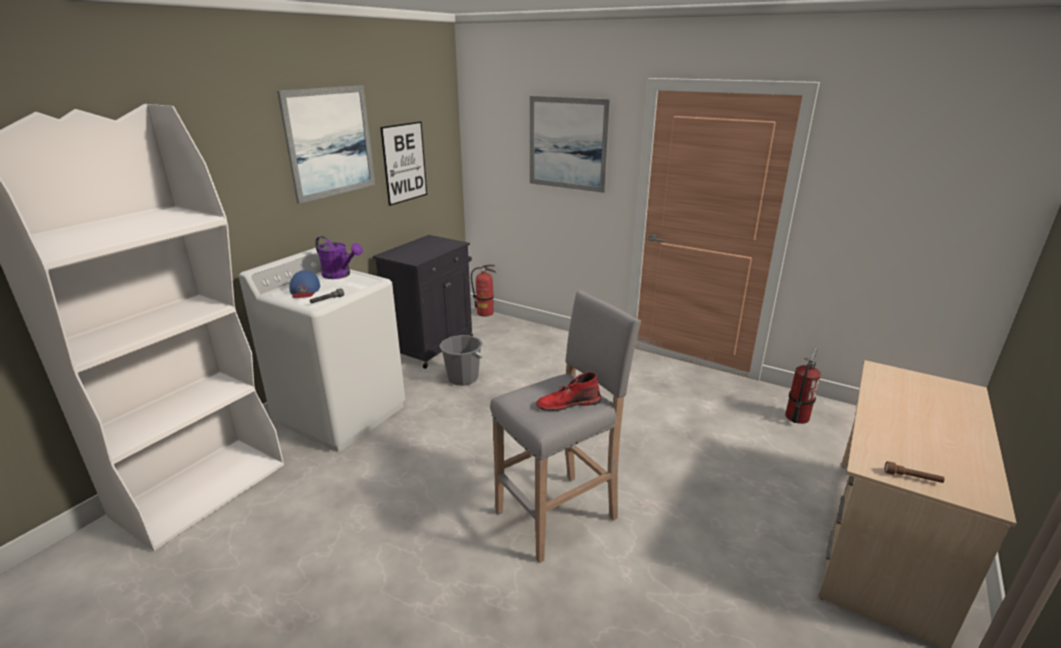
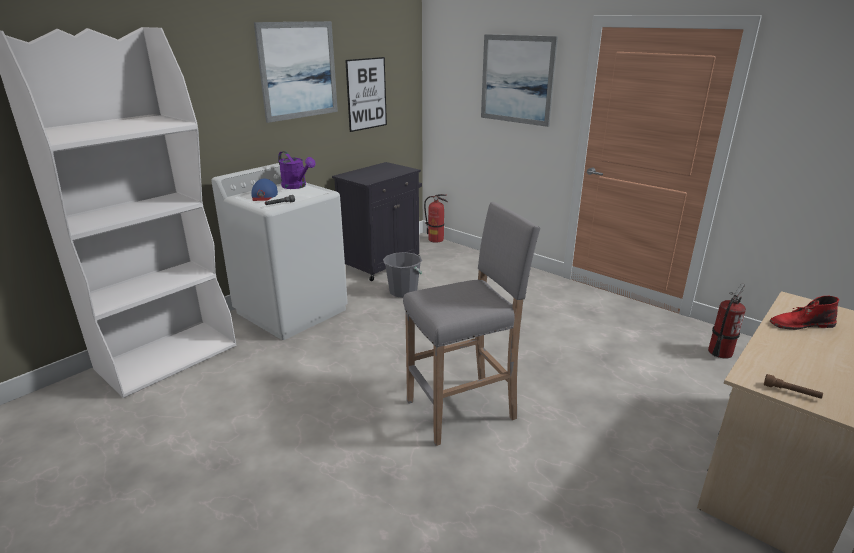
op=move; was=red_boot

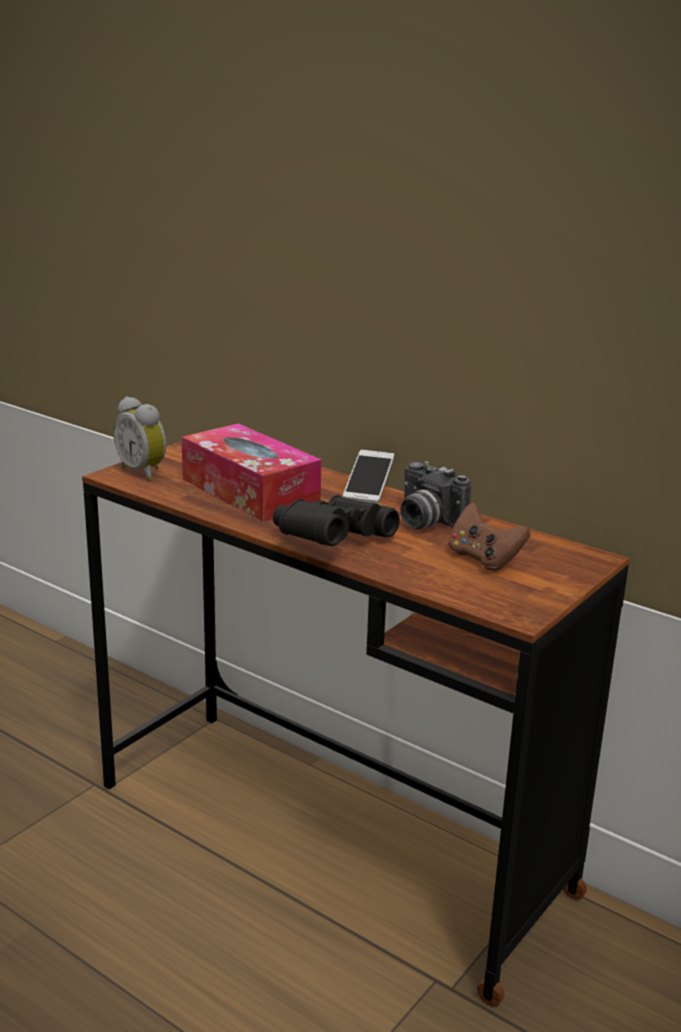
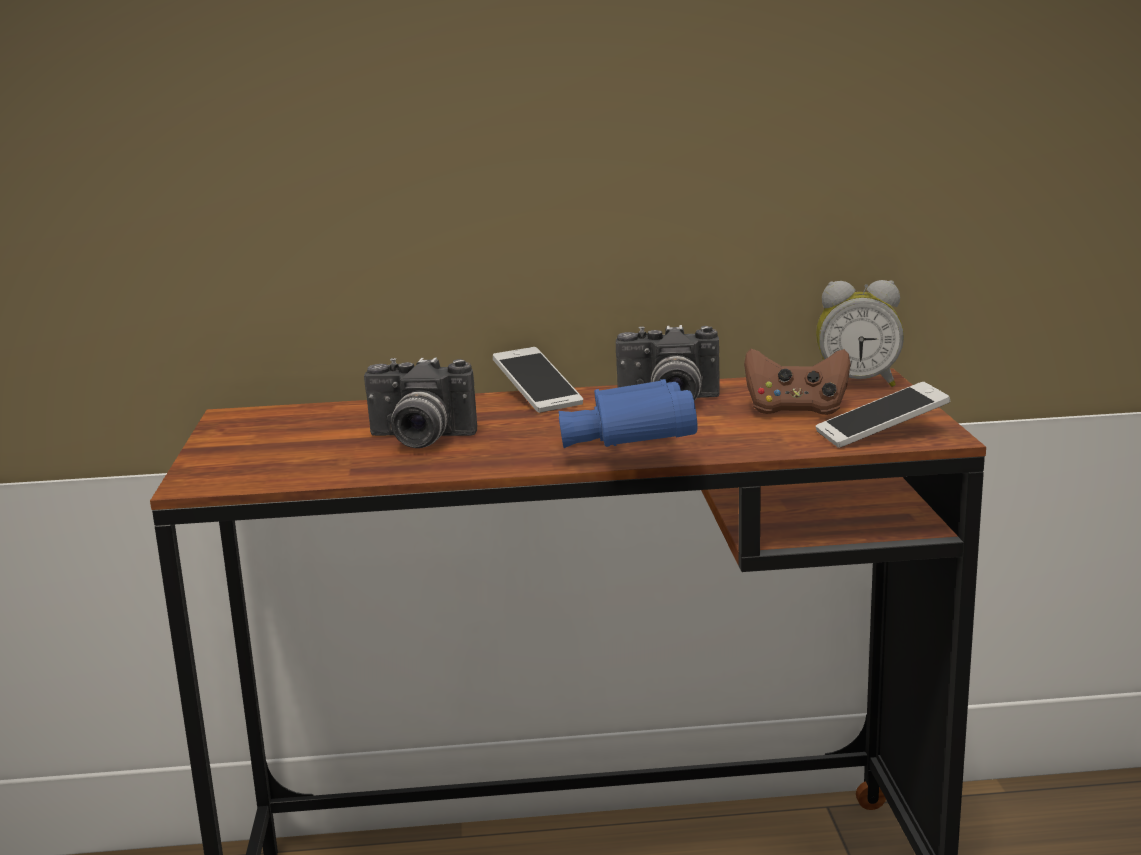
op=move; was=alarm_clock
op=replace; was=tissue_box; now=photo_camera (1st from left)
op=recolor; was=black_binoculars; now=blue_binoculars
op=insert; now=phone (2nd from left)

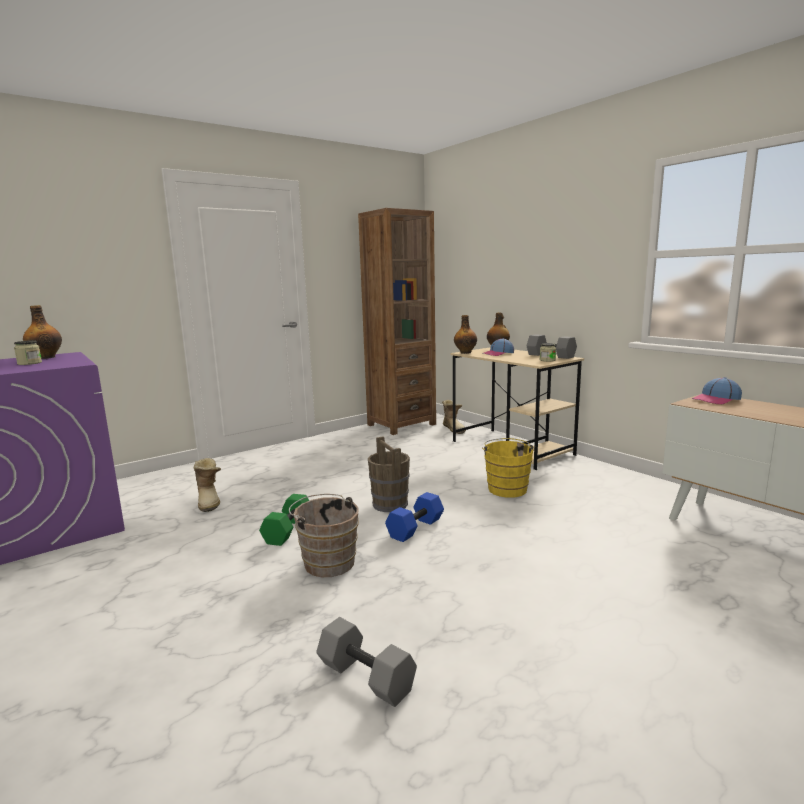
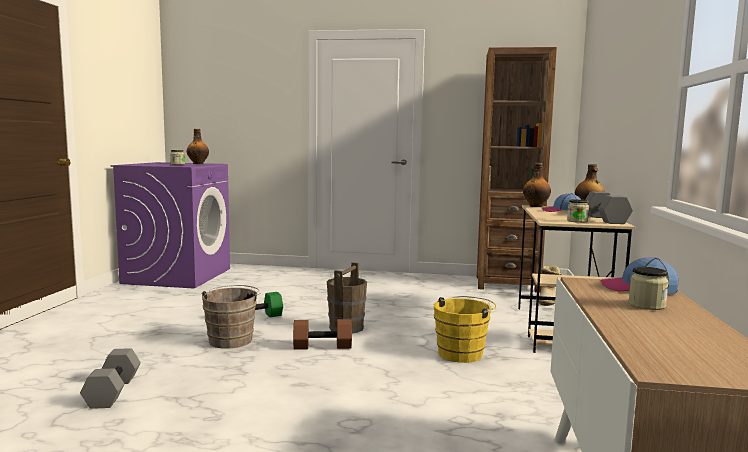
op=delete; was=boot (1st from left)
op=recolor; was=blue_dumbbell; now=brown_dumbbell
op=insert; now=jar (3rd from left)

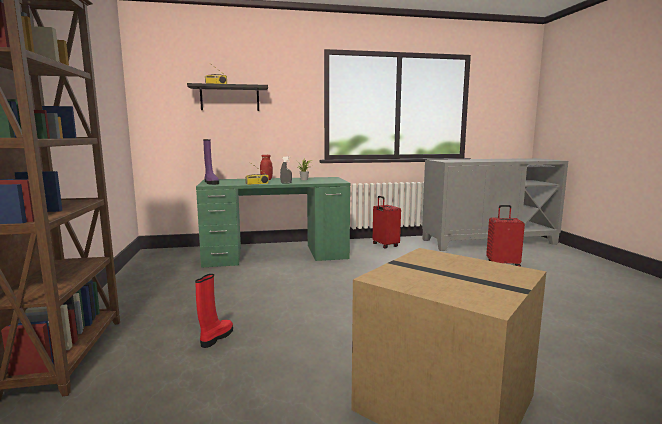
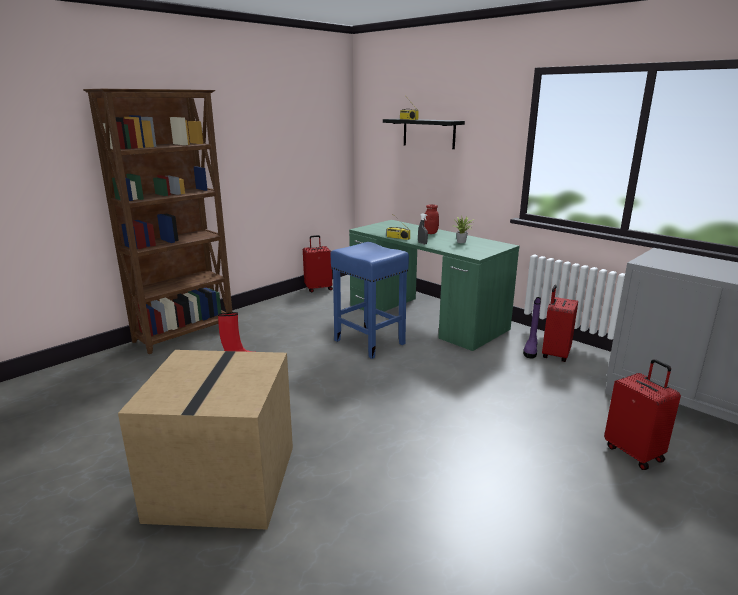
op=move; was=purple_boot
op=insert; now=red_suitcase (1st from left)
op=insert; now=blue_stool

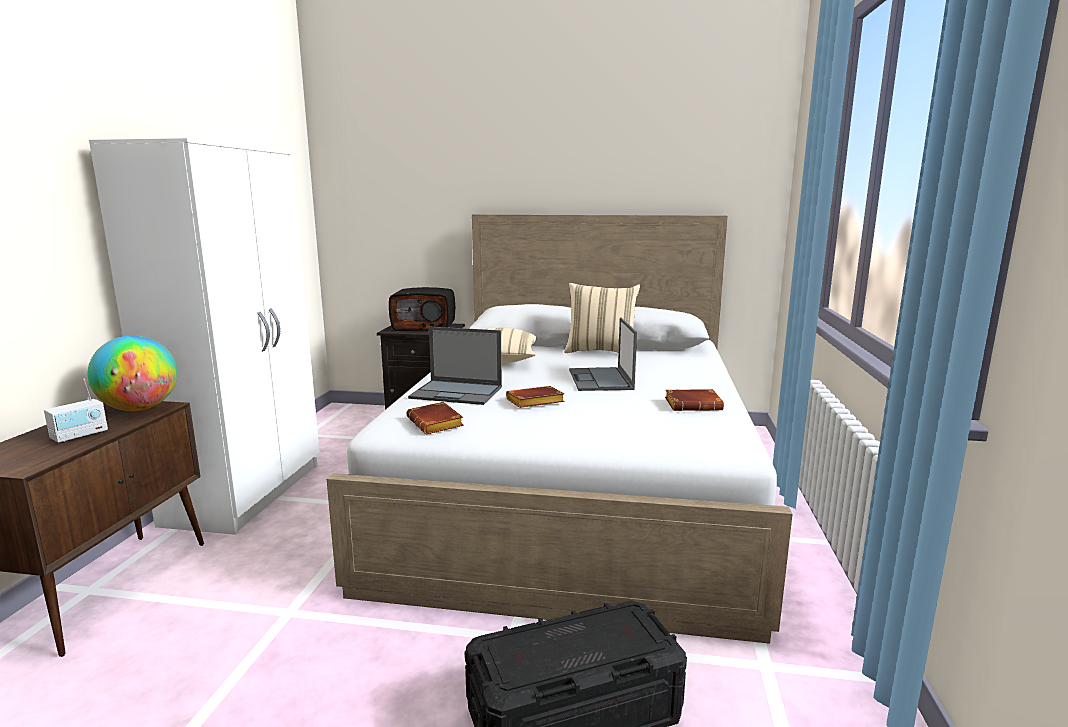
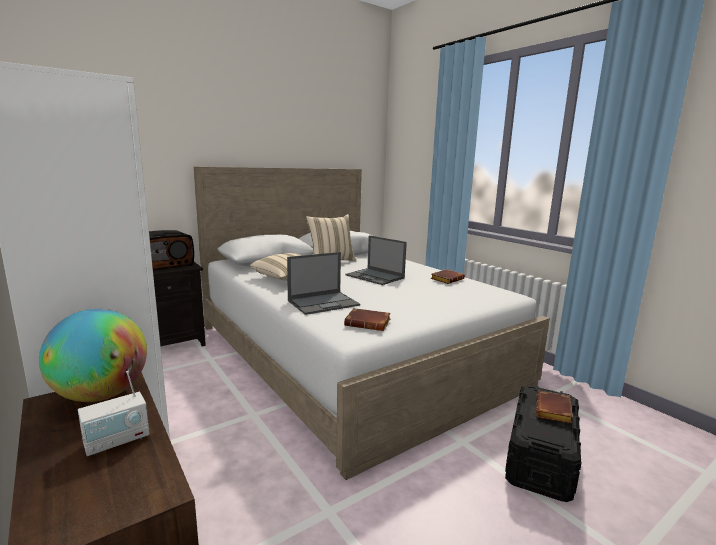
op=rotate; was=radio (1st from left); clockwise=60
op=move; was=brown_book (2nd from left in the first image); now=brown_book (3rd from left)

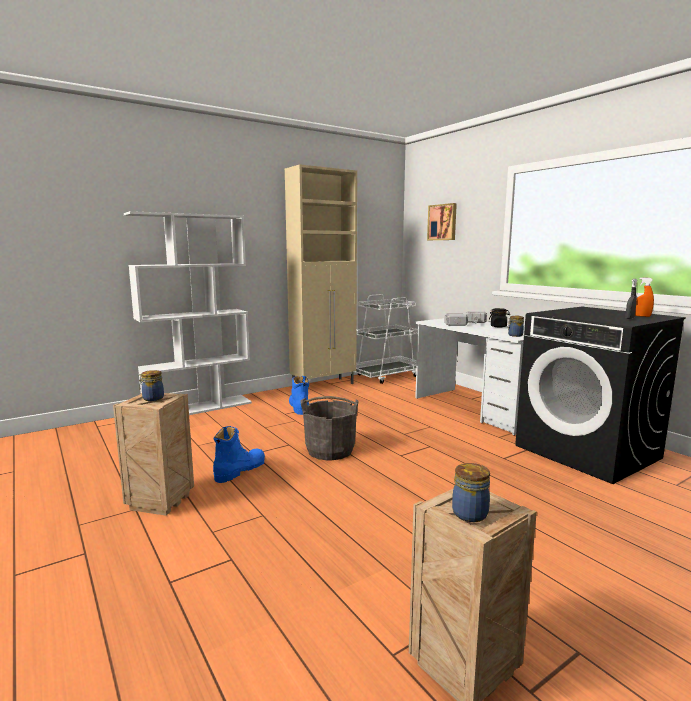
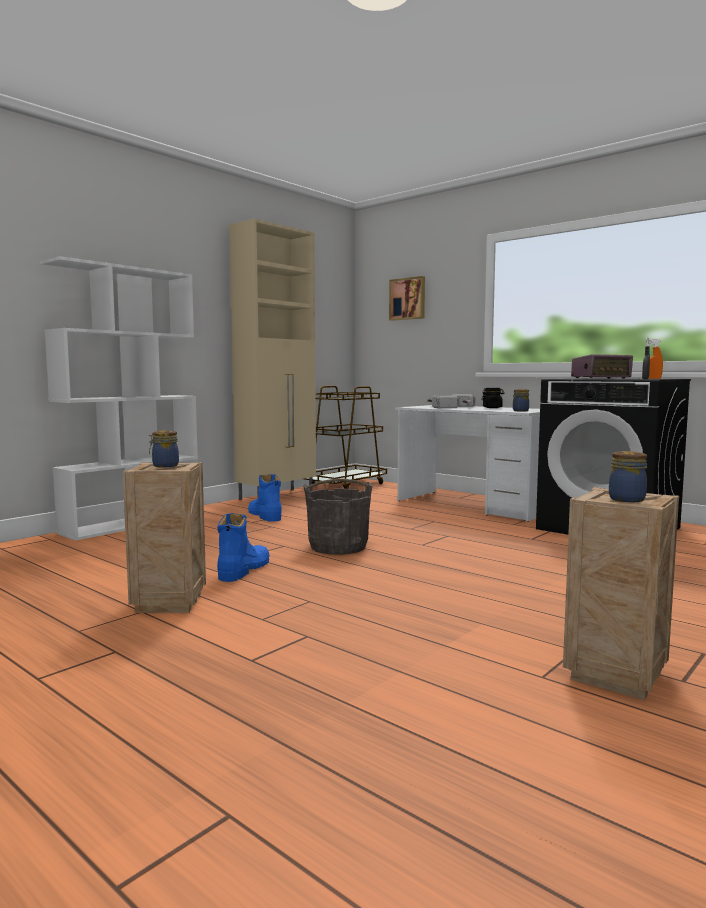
op=recolor; was=white_cart; now=brown_cart
op=insert; now=radio

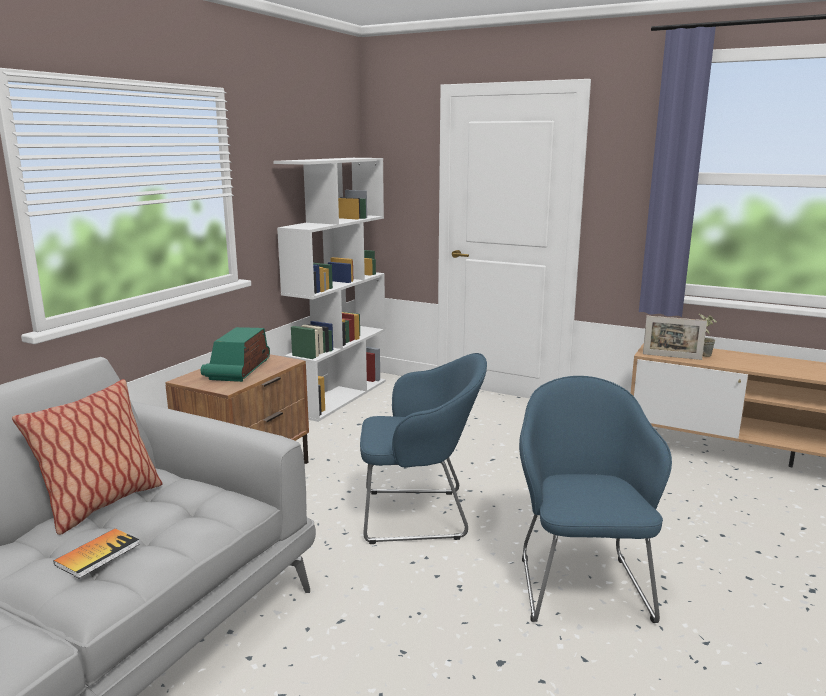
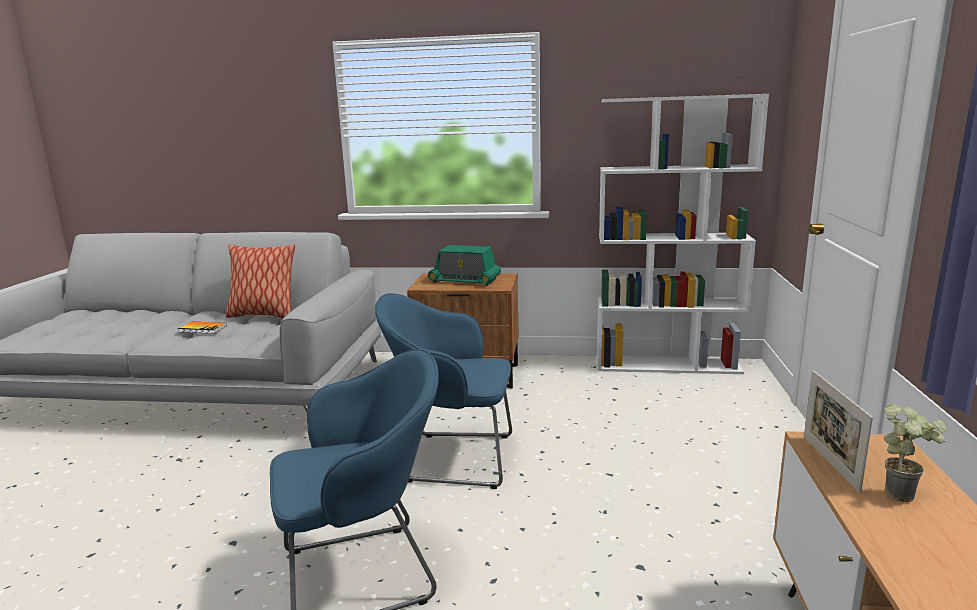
op=rotate; was=radio; clockwise=-150
op=rotate; was=blue_armchair (1st from left in the first image); clockwise=120

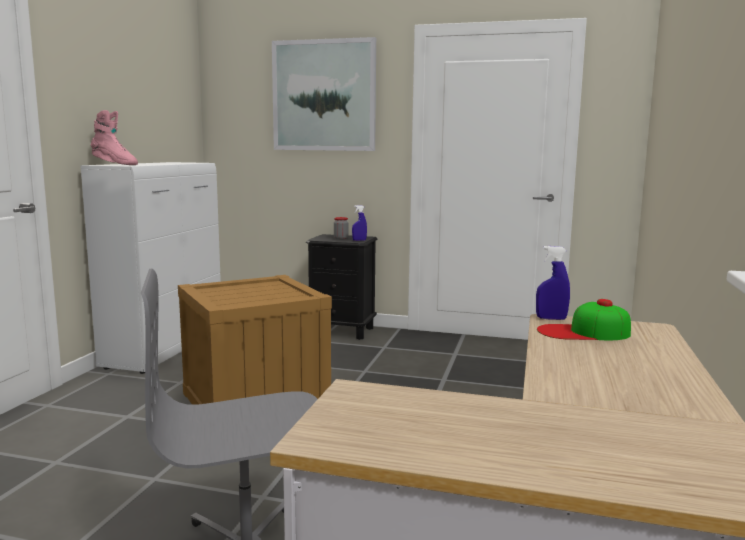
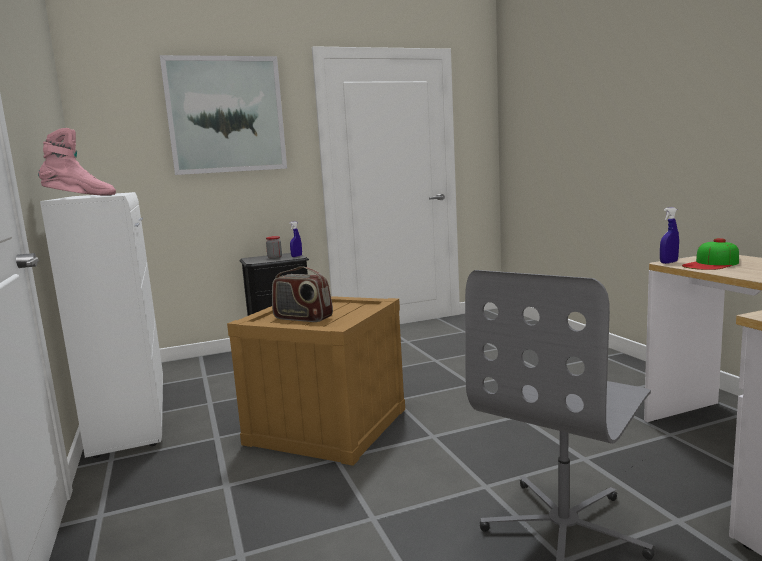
op=insert; now=radio

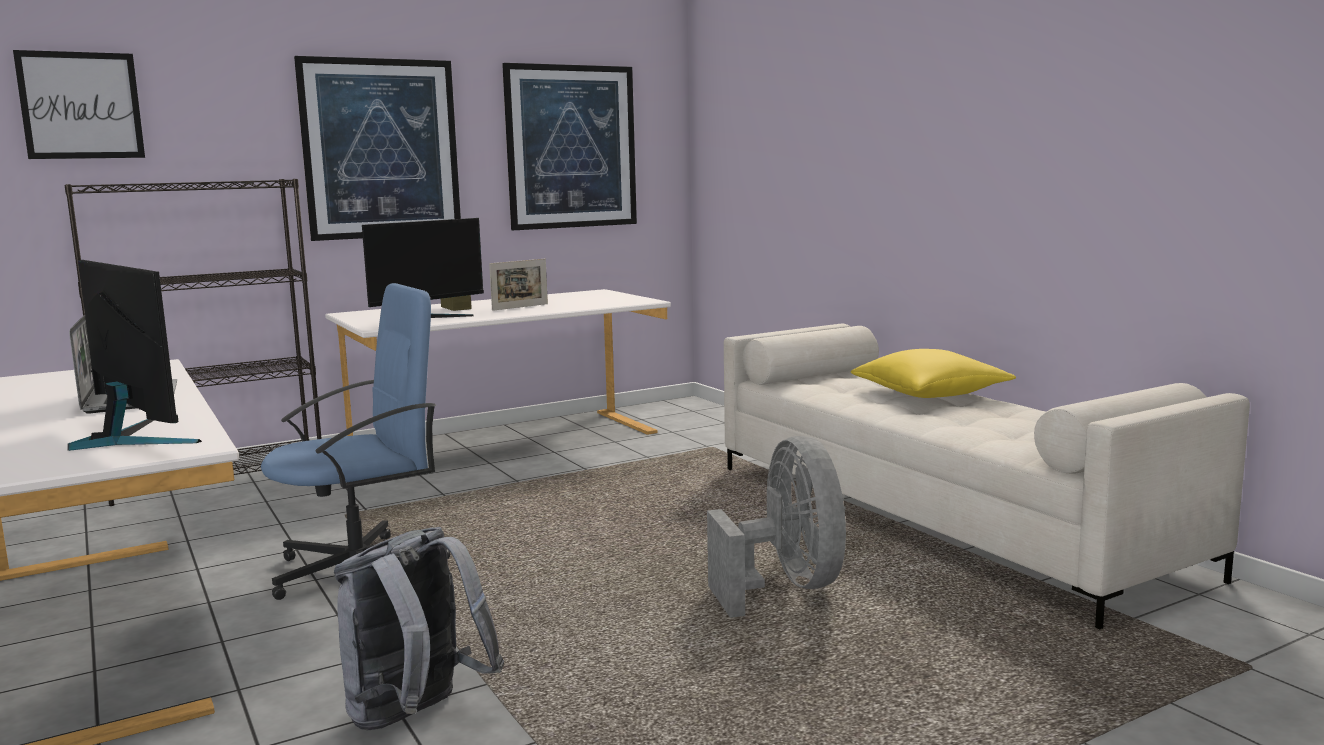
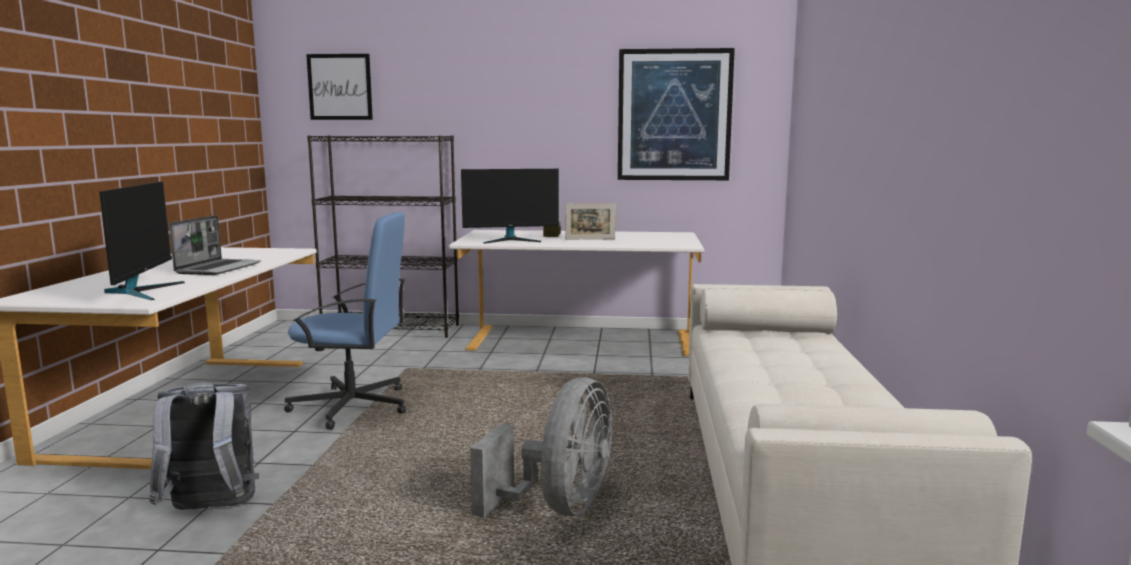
op=delete; was=picture (2nd from left)
op=delete; was=yellow_pillow

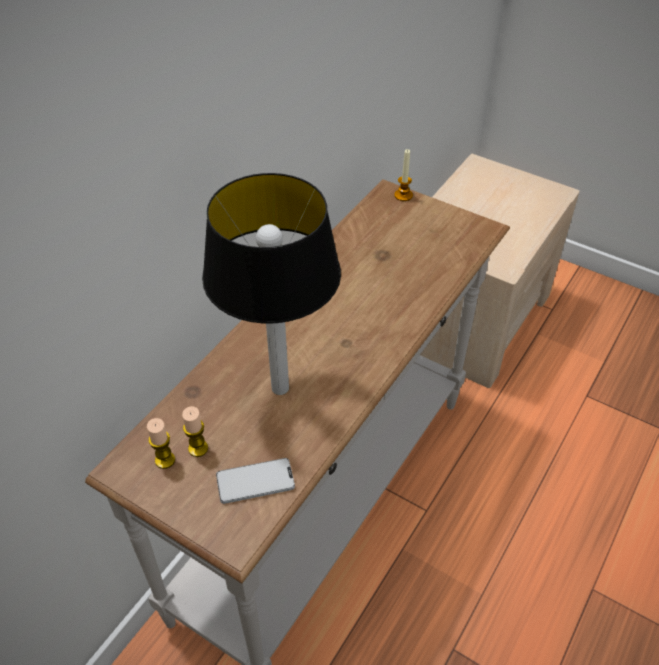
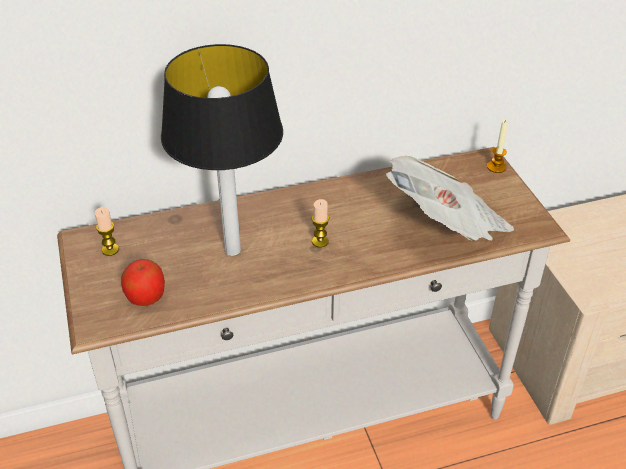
op=move; was=candle (2nd from left)
op=replace; was=phone; now=apple
op=insert; now=newspaper

